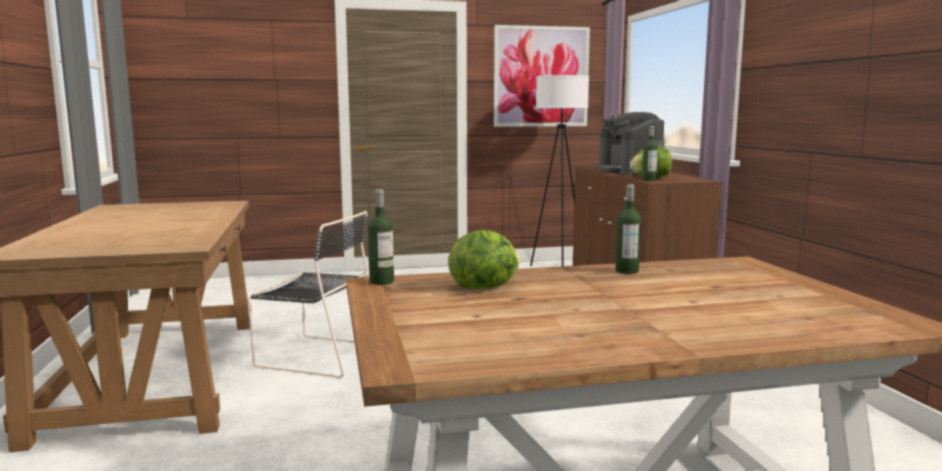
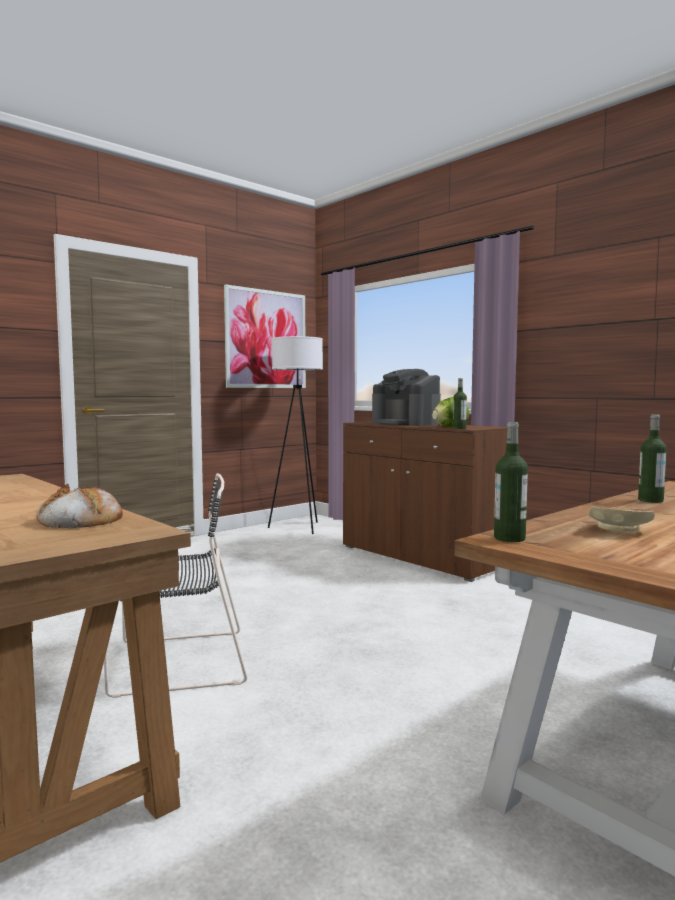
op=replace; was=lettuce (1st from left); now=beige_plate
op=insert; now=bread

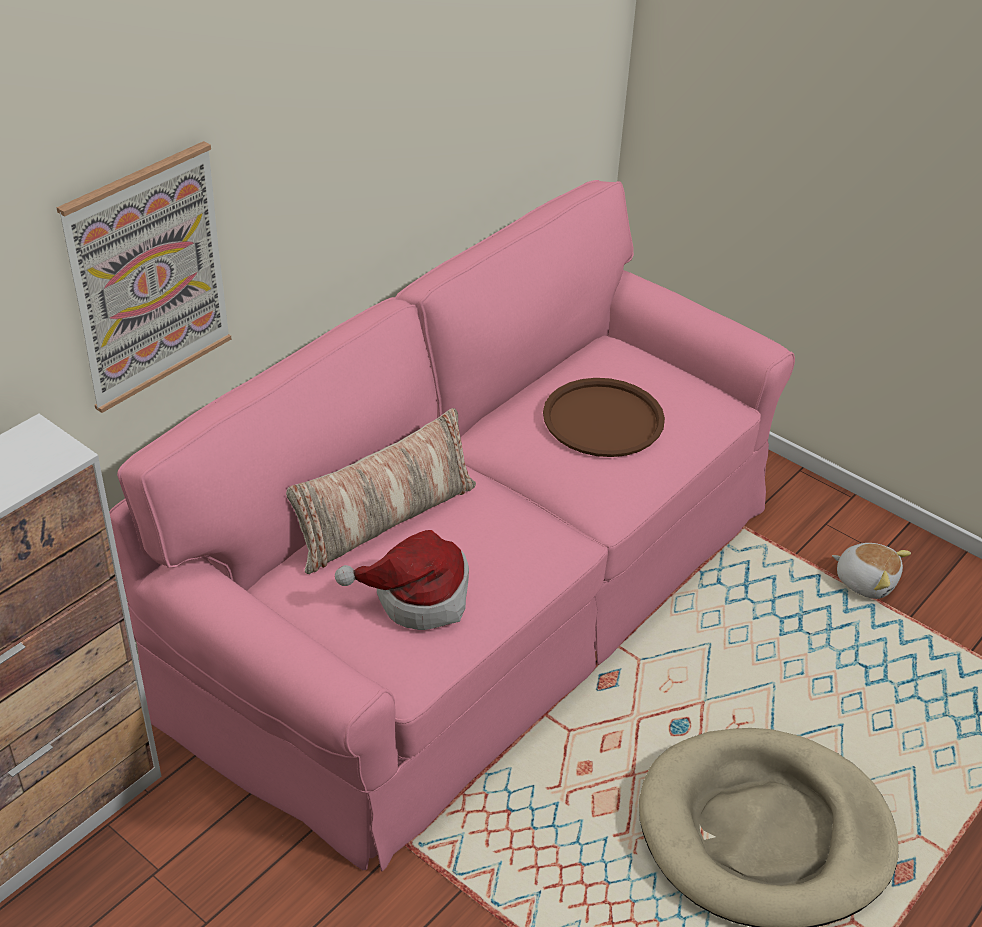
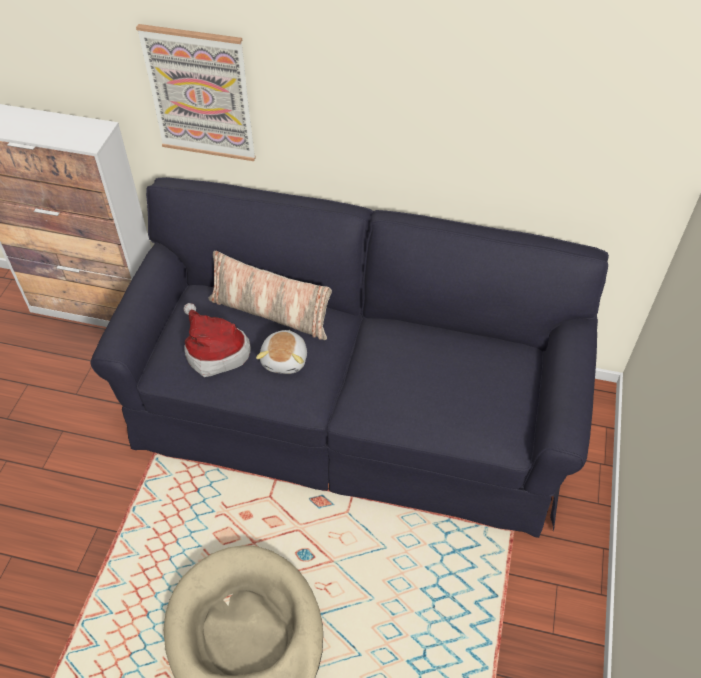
op=recolor; was=pink_sofa; now=black_sofa
op=delete; was=brown_tray
op=move; was=plush_toy

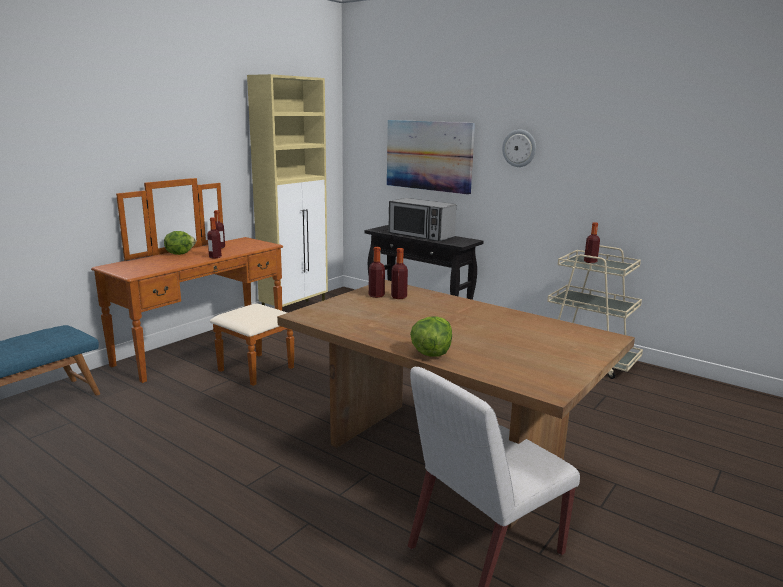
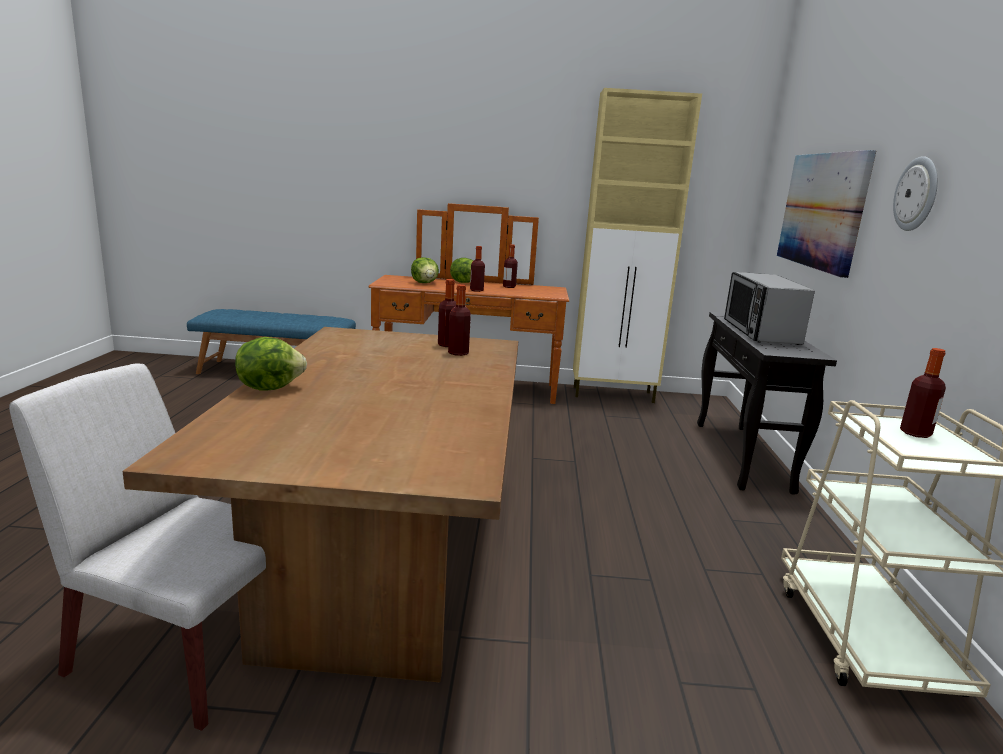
op=insert; now=lettuce (2nd from left)

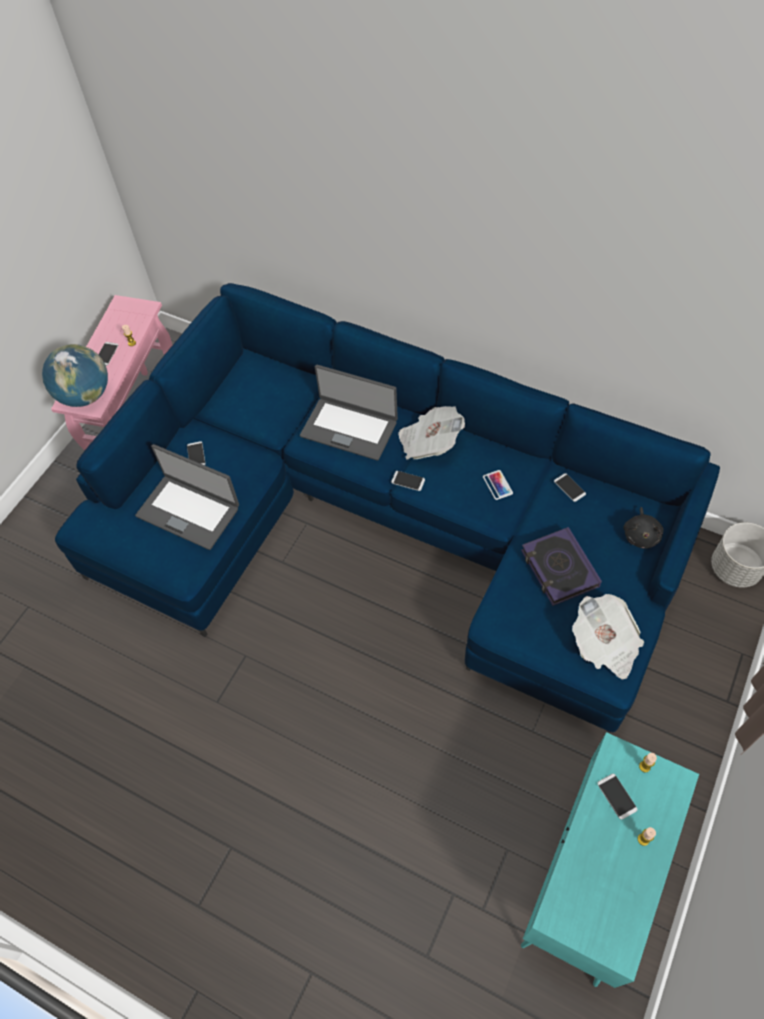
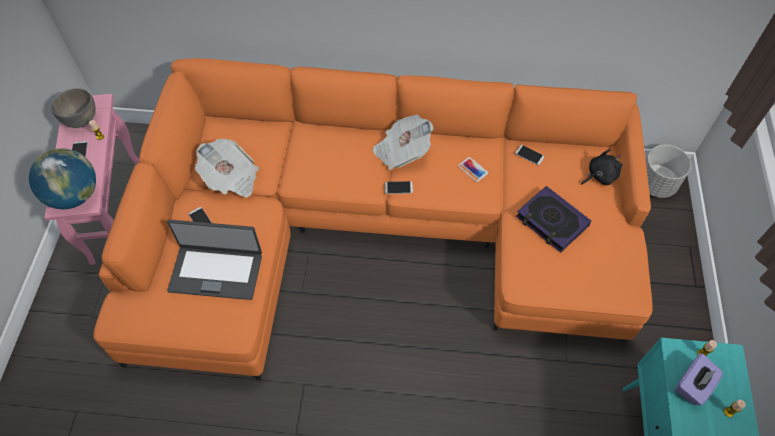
op=recolor; was=blue_sofa; now=orange_sofa
op=delete; was=laptop (2nd from left)
op=rotate; was=black_plush_toy; clockwise=-105
op=move; was=newspaper (2nd from left in the first image); now=newspaper (1st from left)
op=replace; was=phone (6th from left); now=purple_tissue_box
op=insert; now=grey_bowl

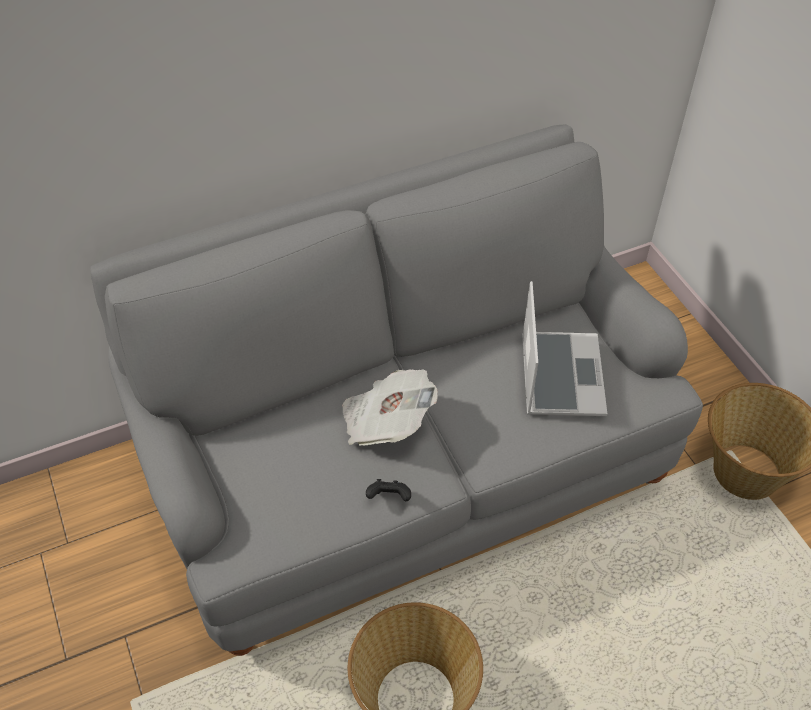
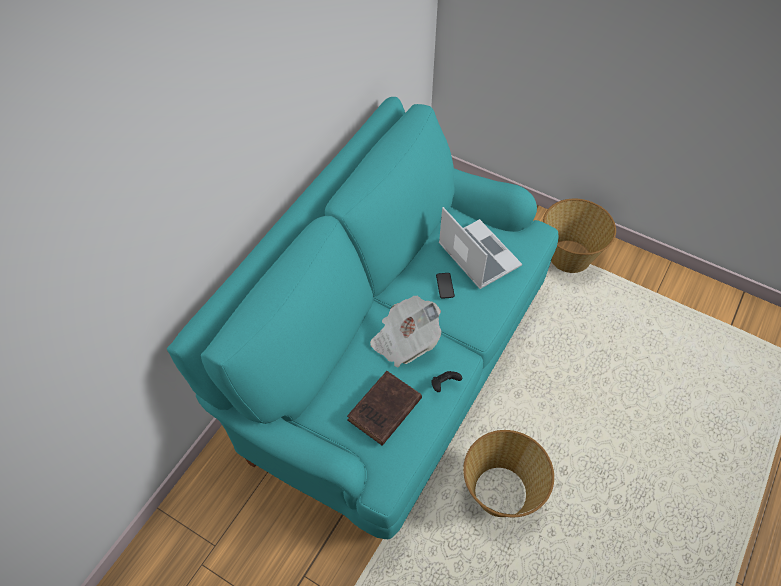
op=recolor; was=grey_sofa; now=turquoise_sofa
op=insert; now=phone
op=insert; now=brown_book

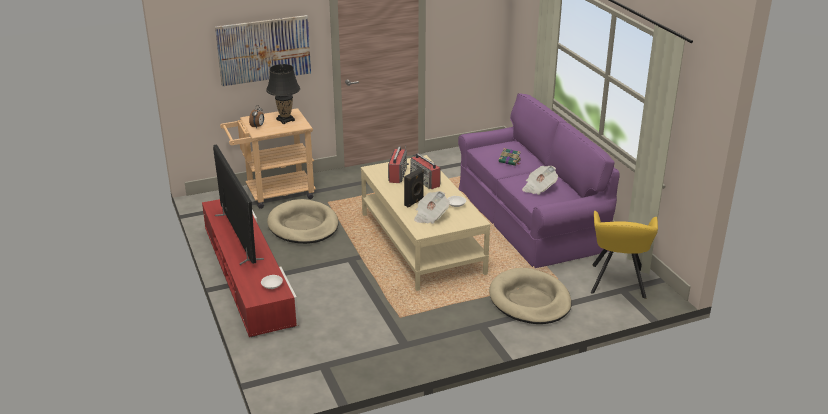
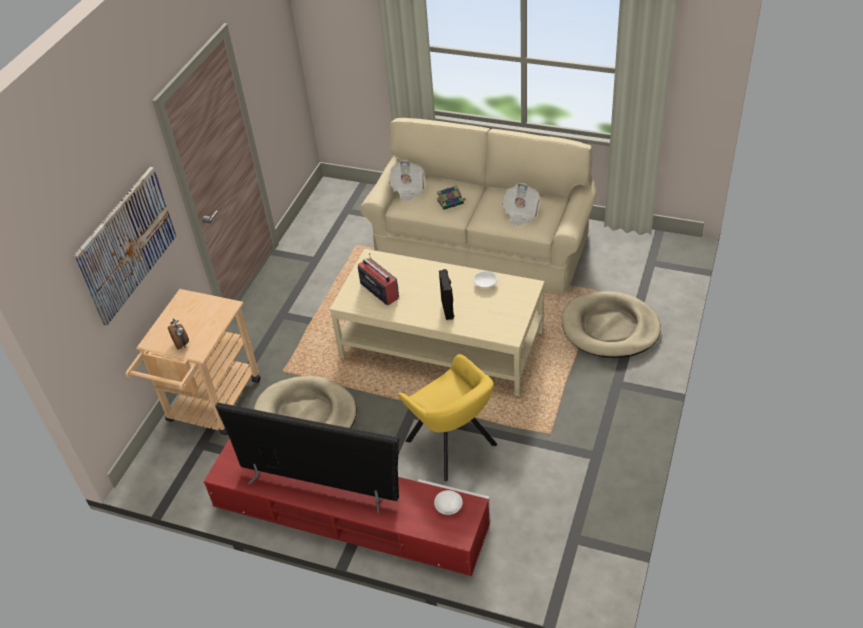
op=delete; was=black_table_lamp
op=recolor; was=purple_sofa; now=beige_sofa
op=delete; was=radio (2nd from left)
op=move; was=newspaper (1st from left)
op=move; was=yellow_armchair

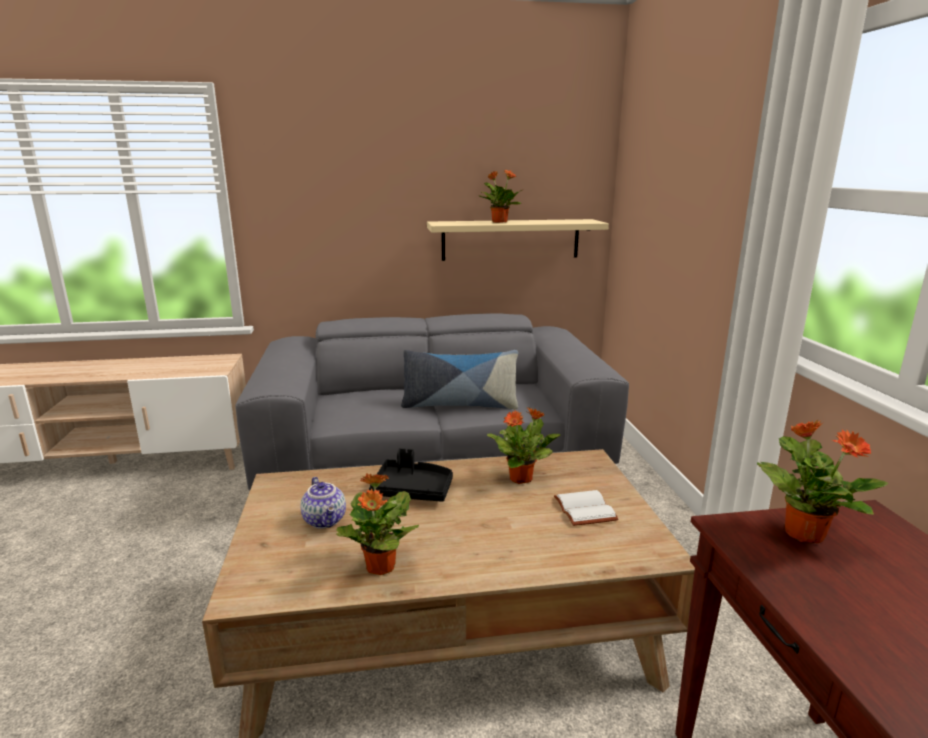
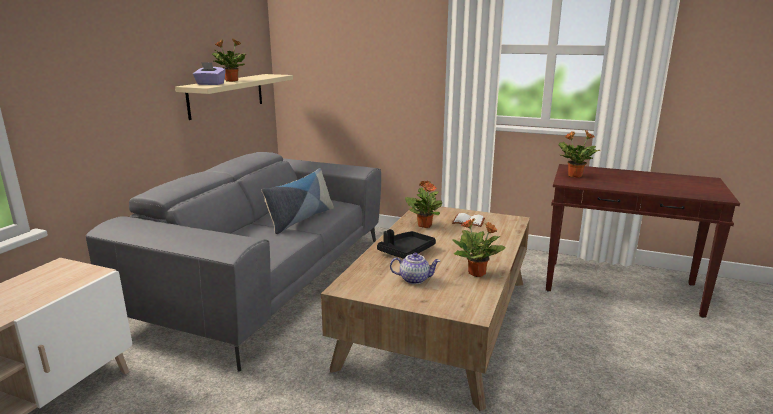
op=insert; now=purple_tissue_box

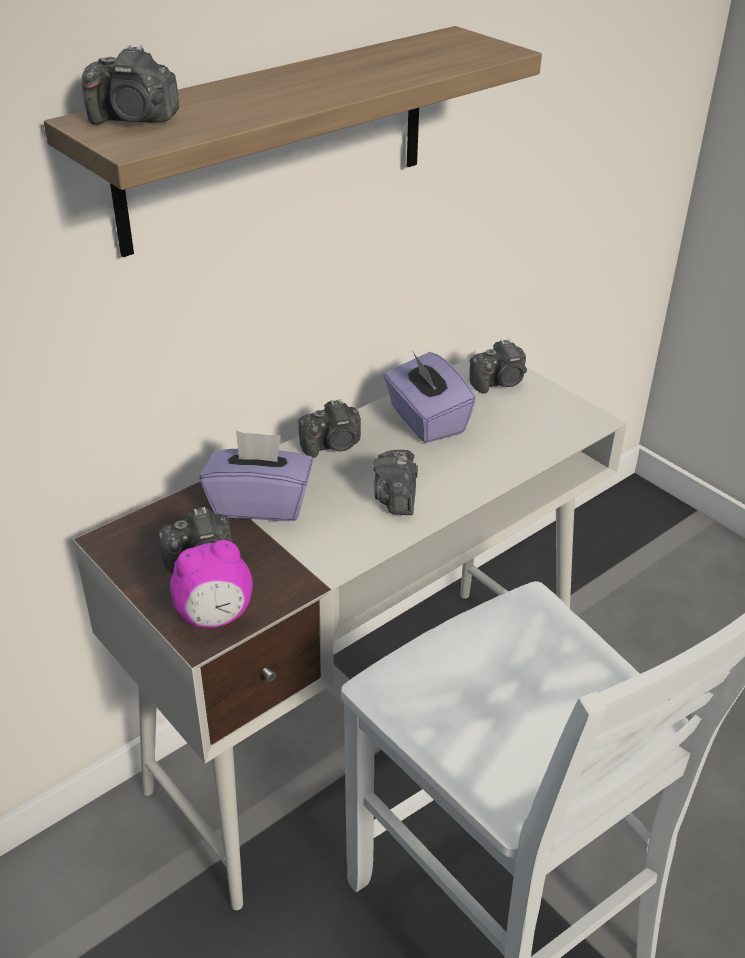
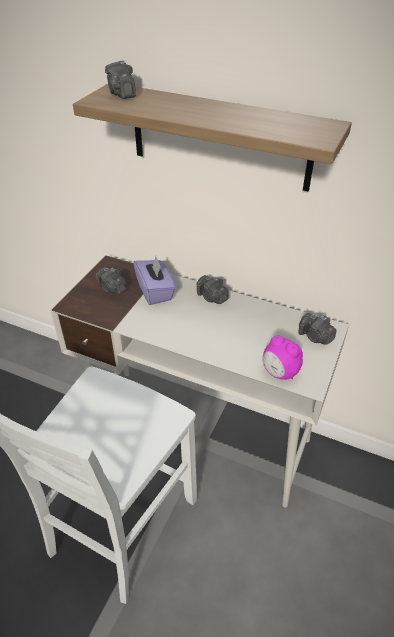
op=delete; was=purple_tissue_box (2nd from left)
op=delete; was=photo_camera (4th from left)
op=move; was=alarm_clock

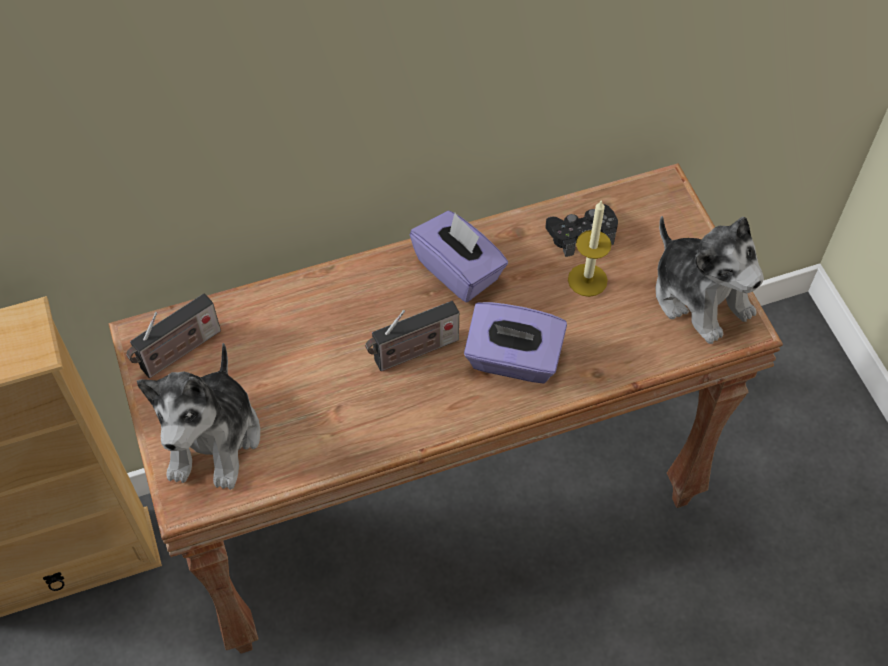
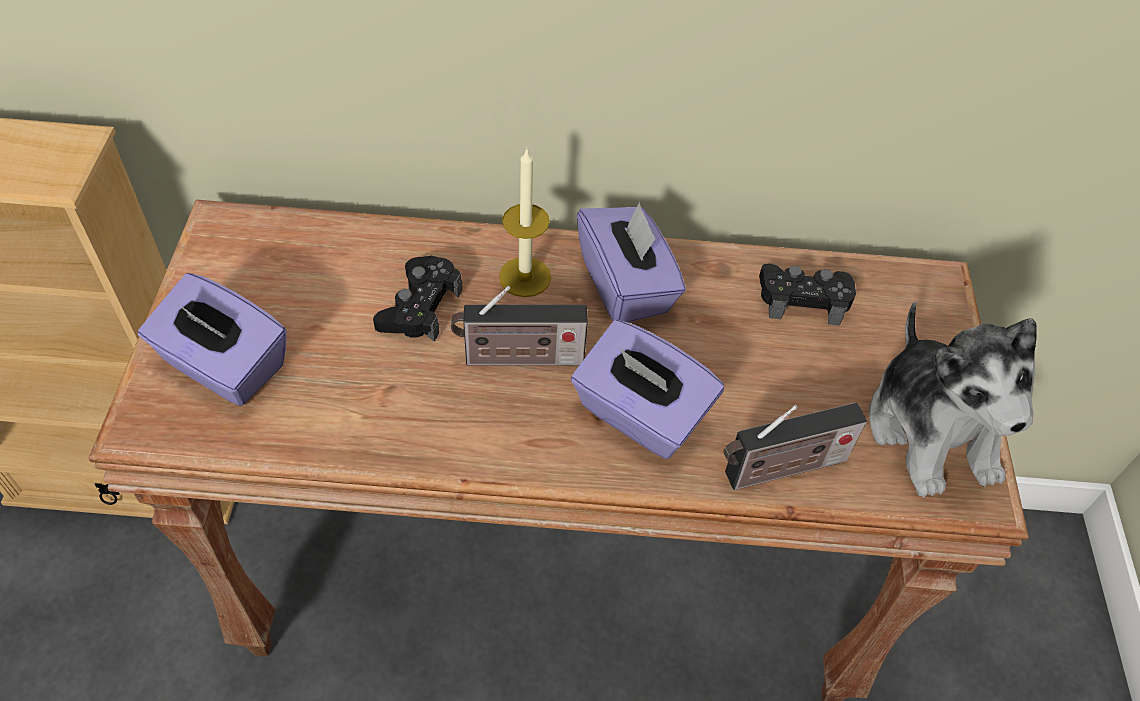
op=move; was=candle
op=move; was=radio (1st from left in the first image); now=radio (2nd from left)
op=replace; was=plush_toy (1st from left); now=purple_tissue_box (1st from left)
op=insert; now=black_game_controller (1st from left)

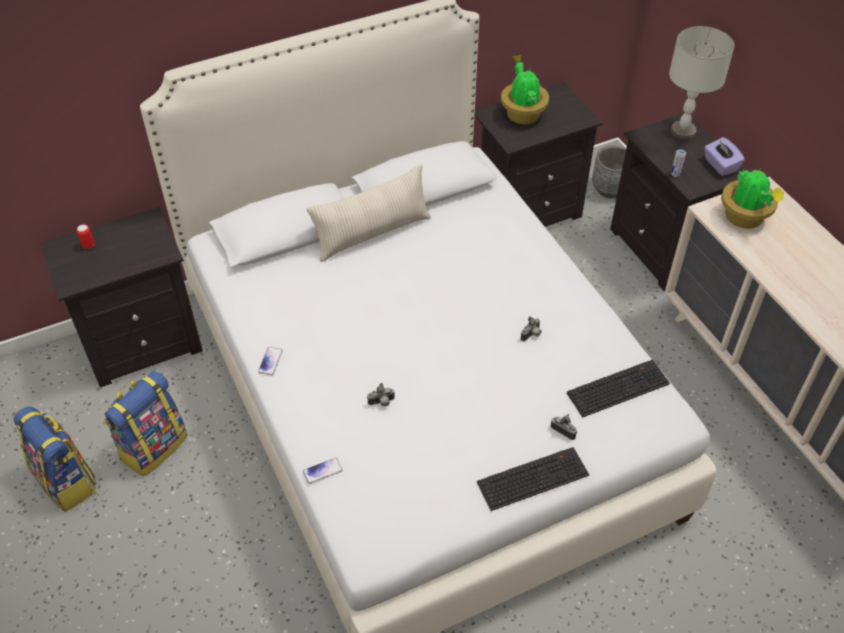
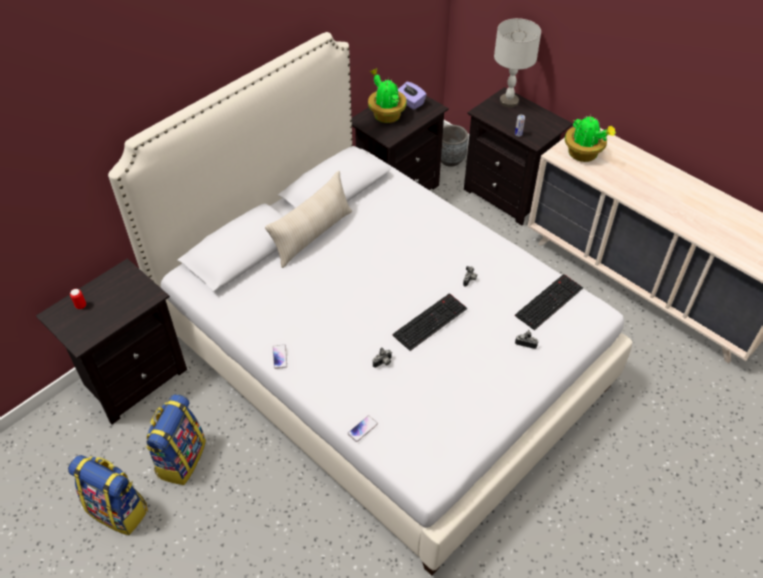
op=move; was=purple_tissue_box
op=move; was=keyboard (1st from left)

